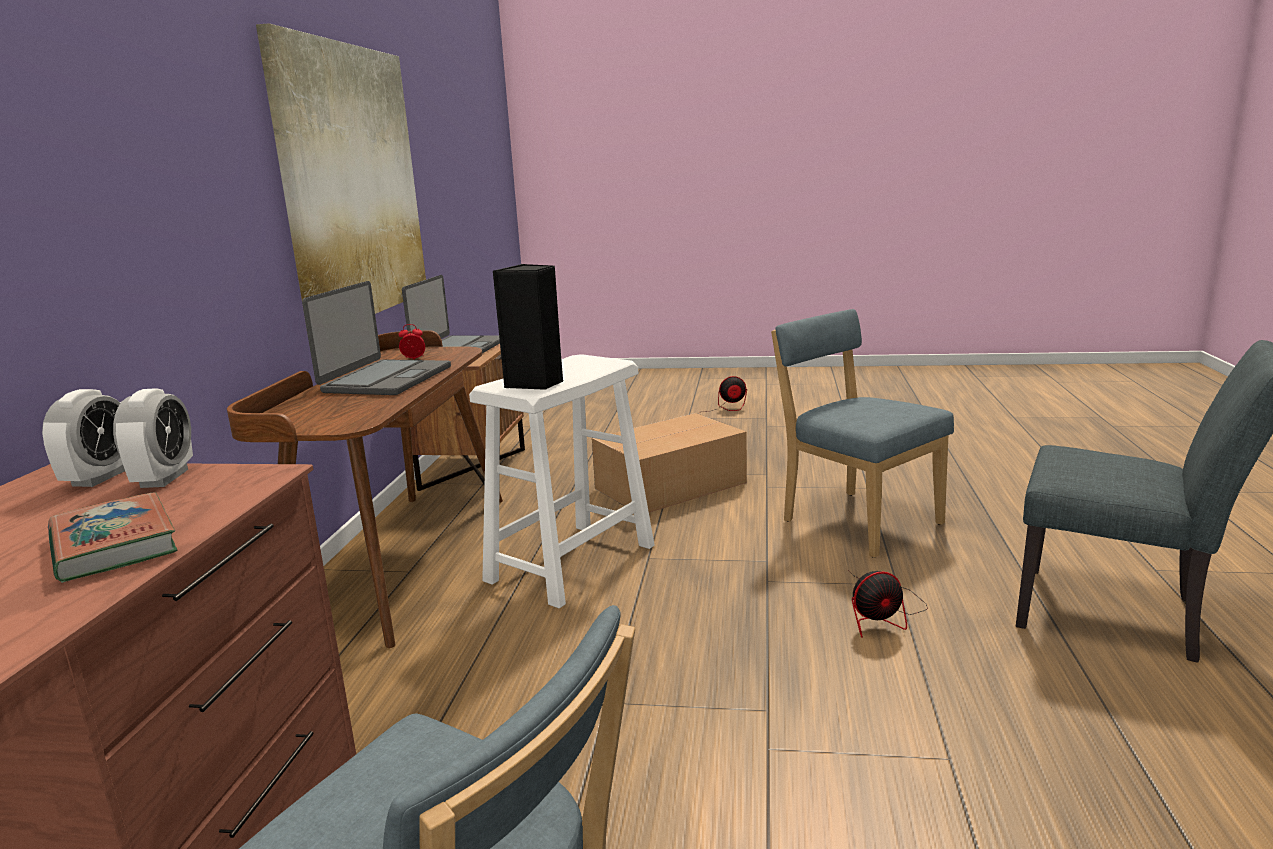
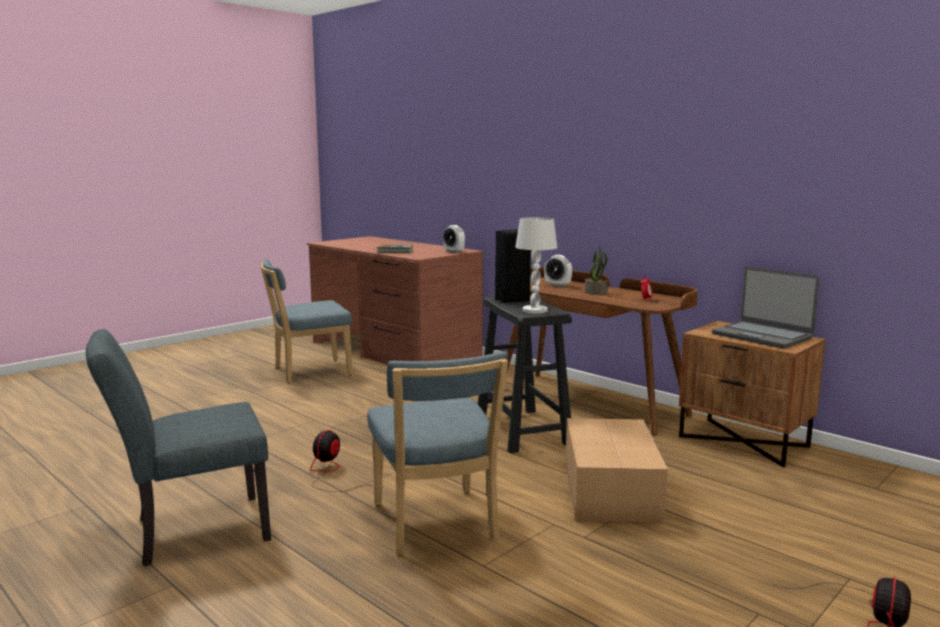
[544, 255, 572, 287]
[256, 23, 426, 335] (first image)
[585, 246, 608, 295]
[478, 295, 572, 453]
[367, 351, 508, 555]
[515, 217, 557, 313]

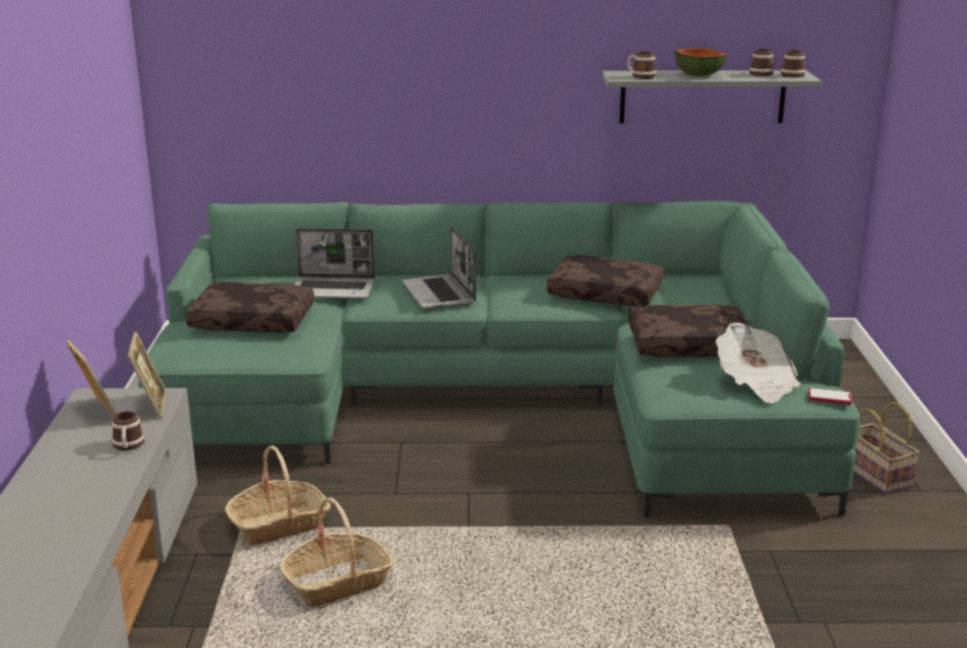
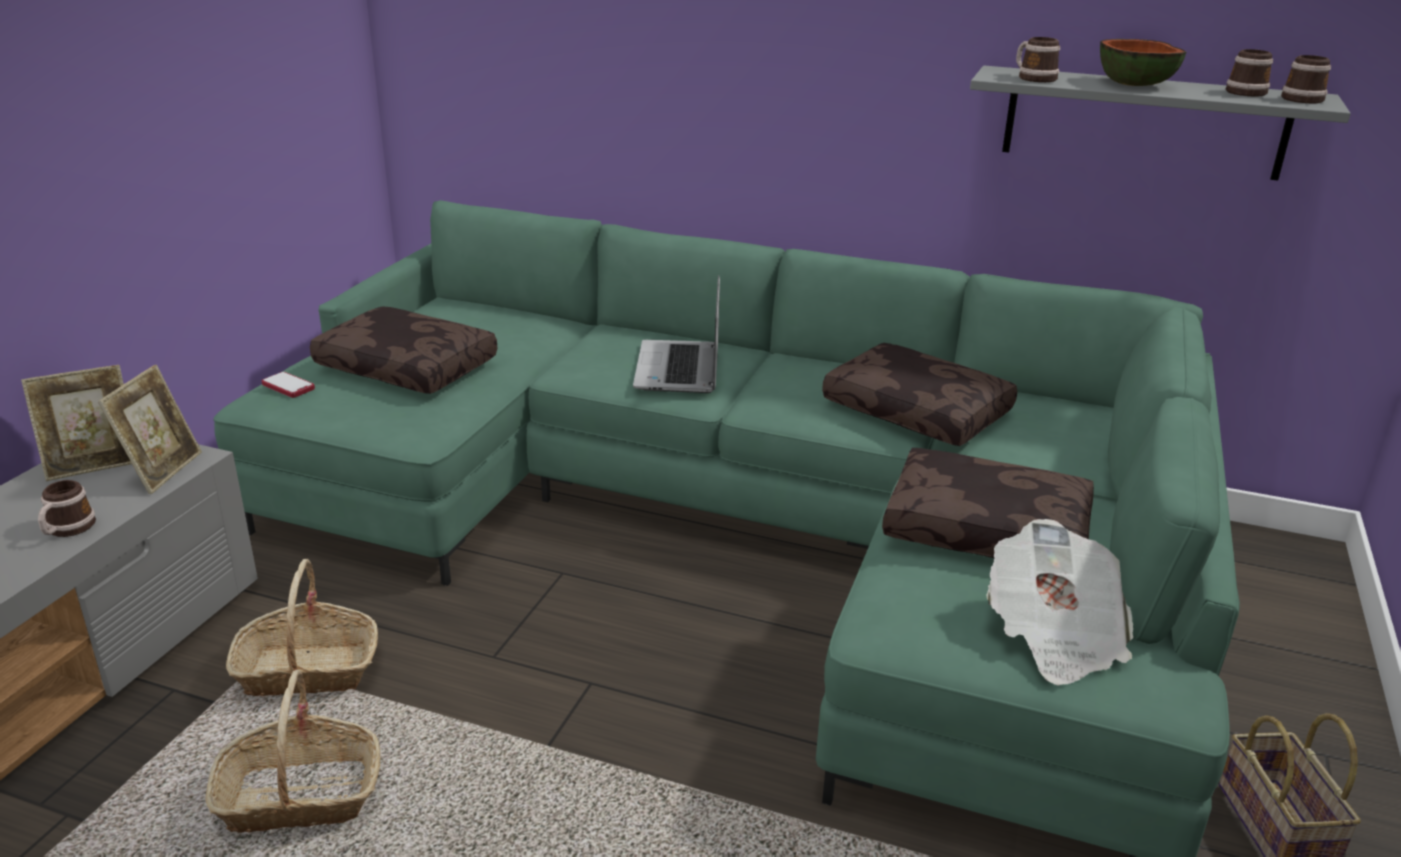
[21, 365, 132, 481]
[294, 228, 375, 299] (first image)
[262, 372, 315, 398]

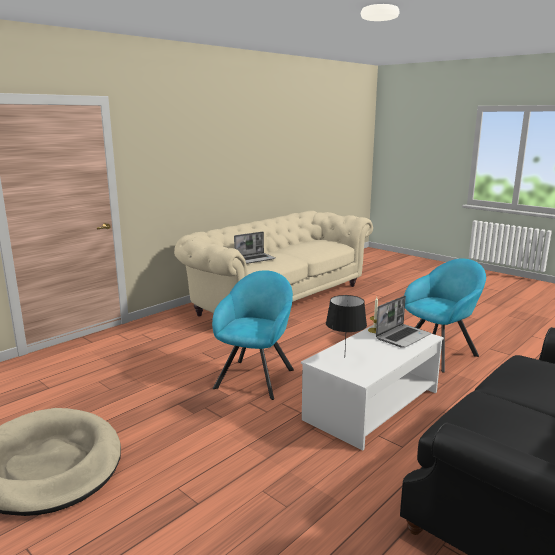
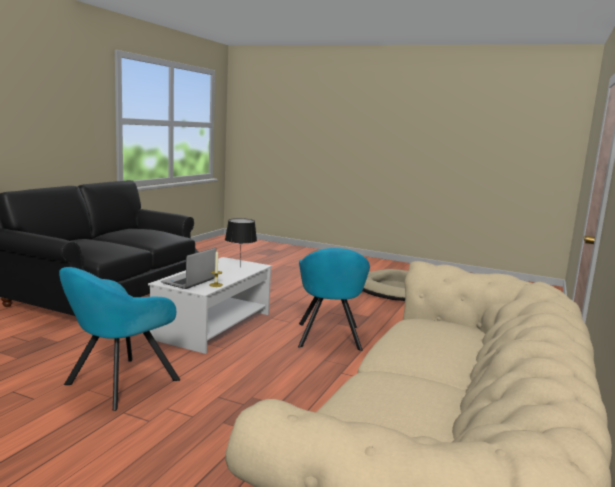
[234, 232, 275, 264] (first image)

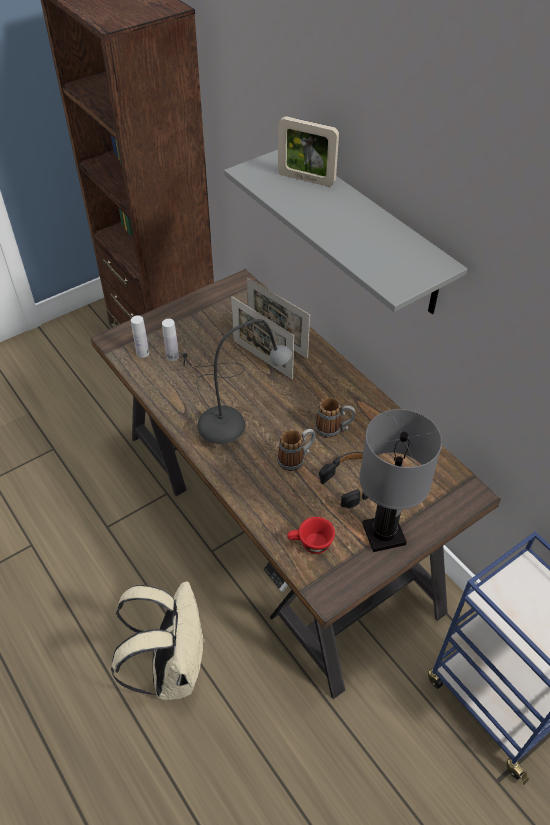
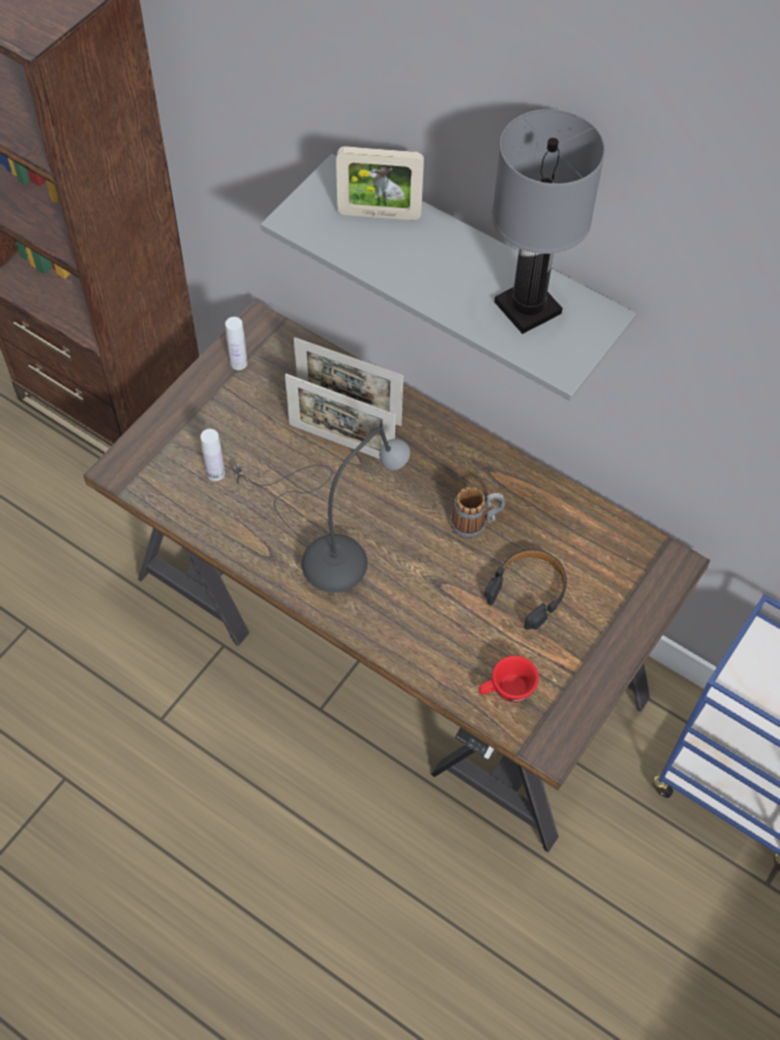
[111, 581, 204, 700] (first image)
[225, 317, 248, 370]
[277, 429, 316, 471] (first image)
[492, 109, 605, 334]

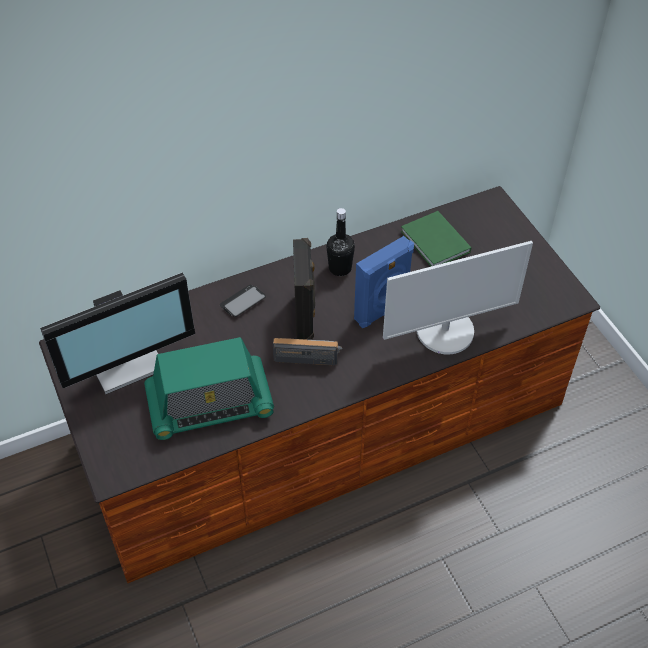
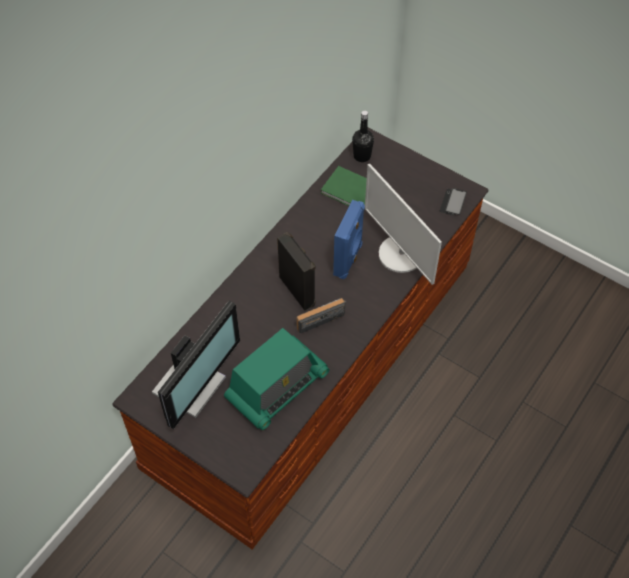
[440, 188, 467, 215]
[352, 111, 374, 162]
[365, 163, 442, 285]

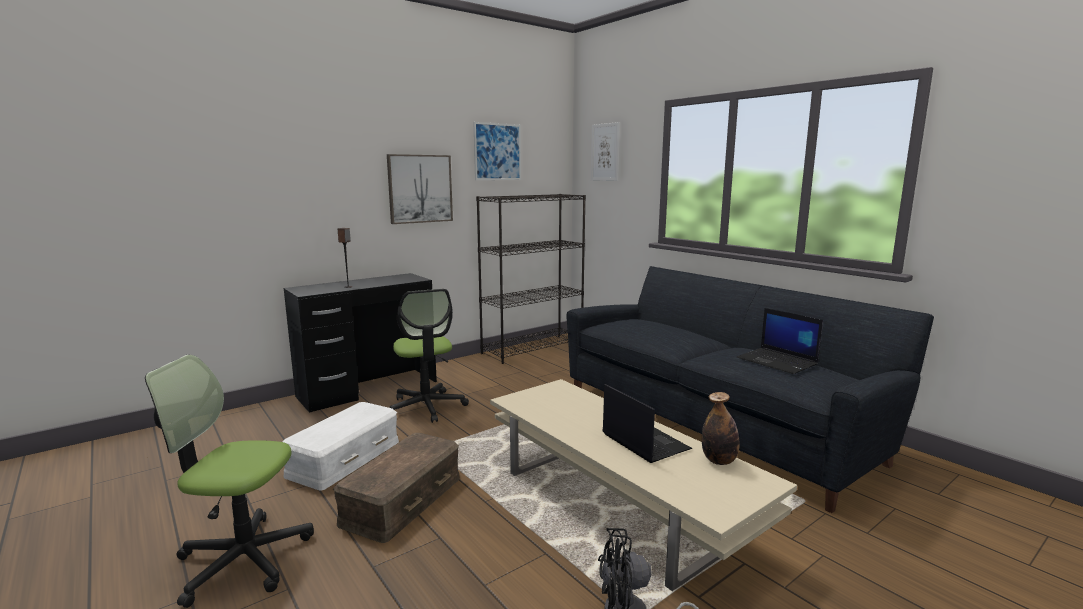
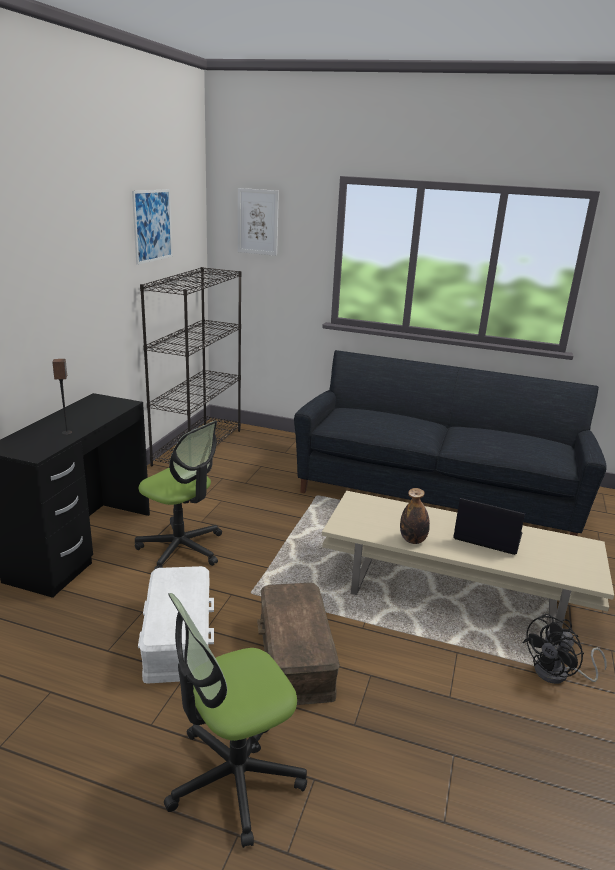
[387, 154, 453, 224] (first image)
[400, 488, 430, 544]
[737, 308, 823, 374] (first image)

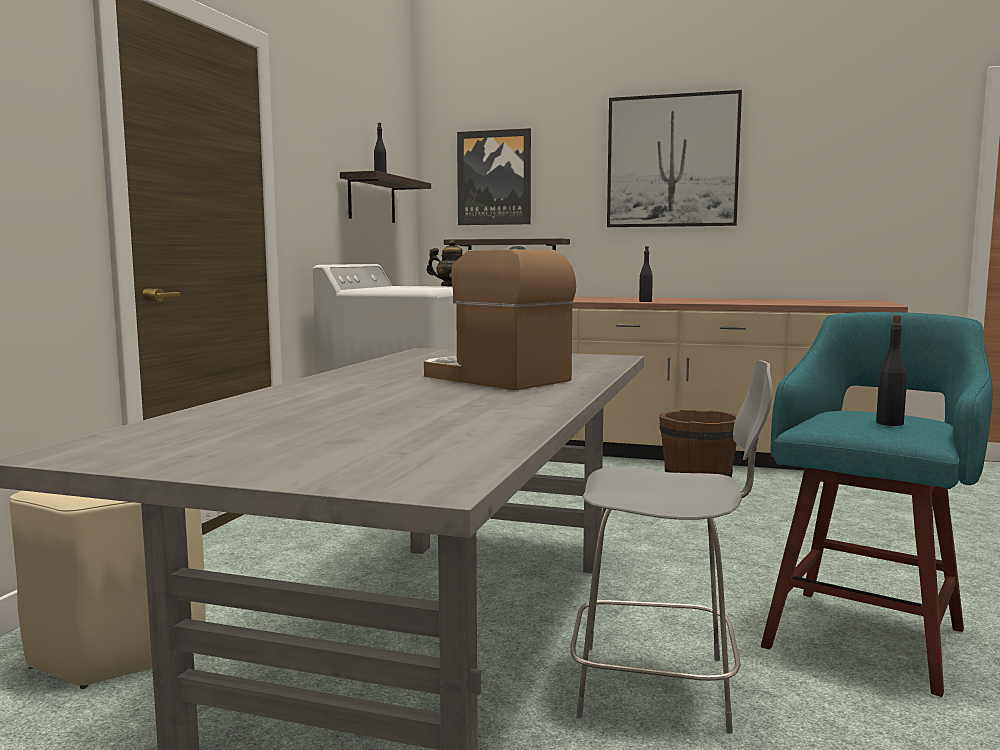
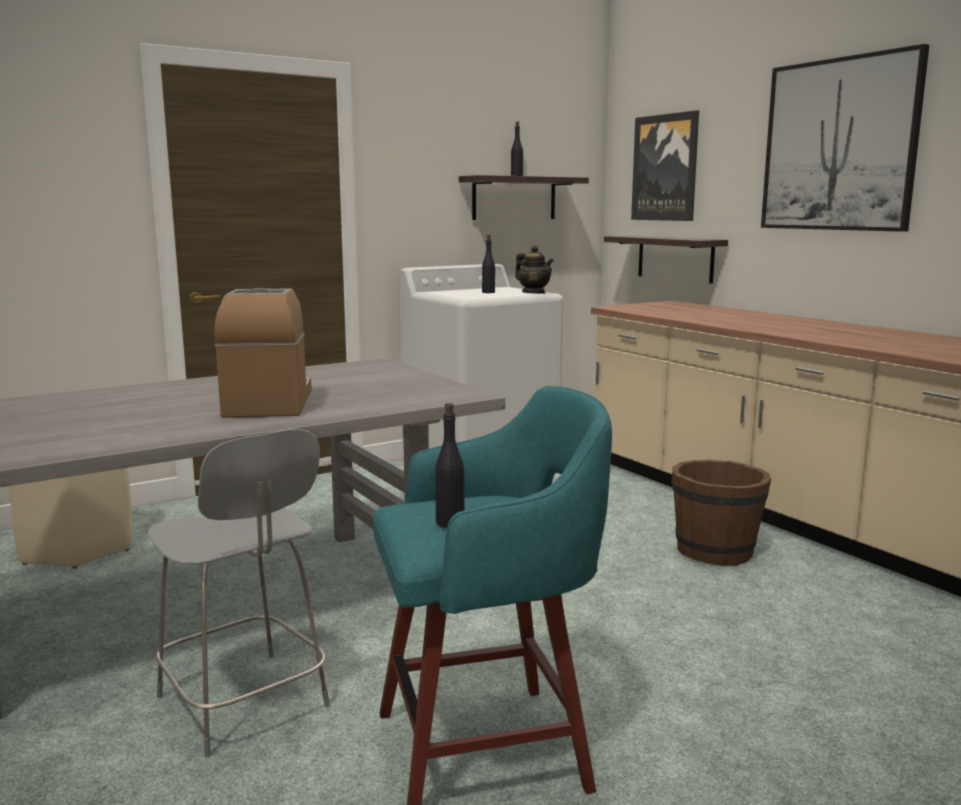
[482, 235, 495, 293]

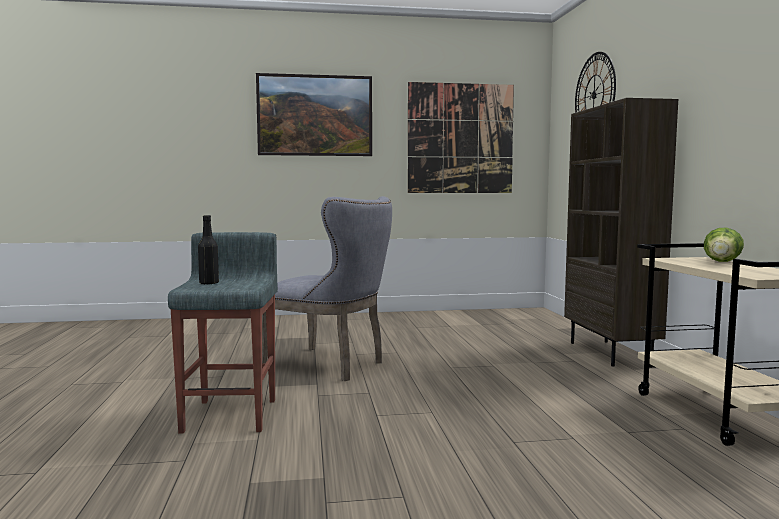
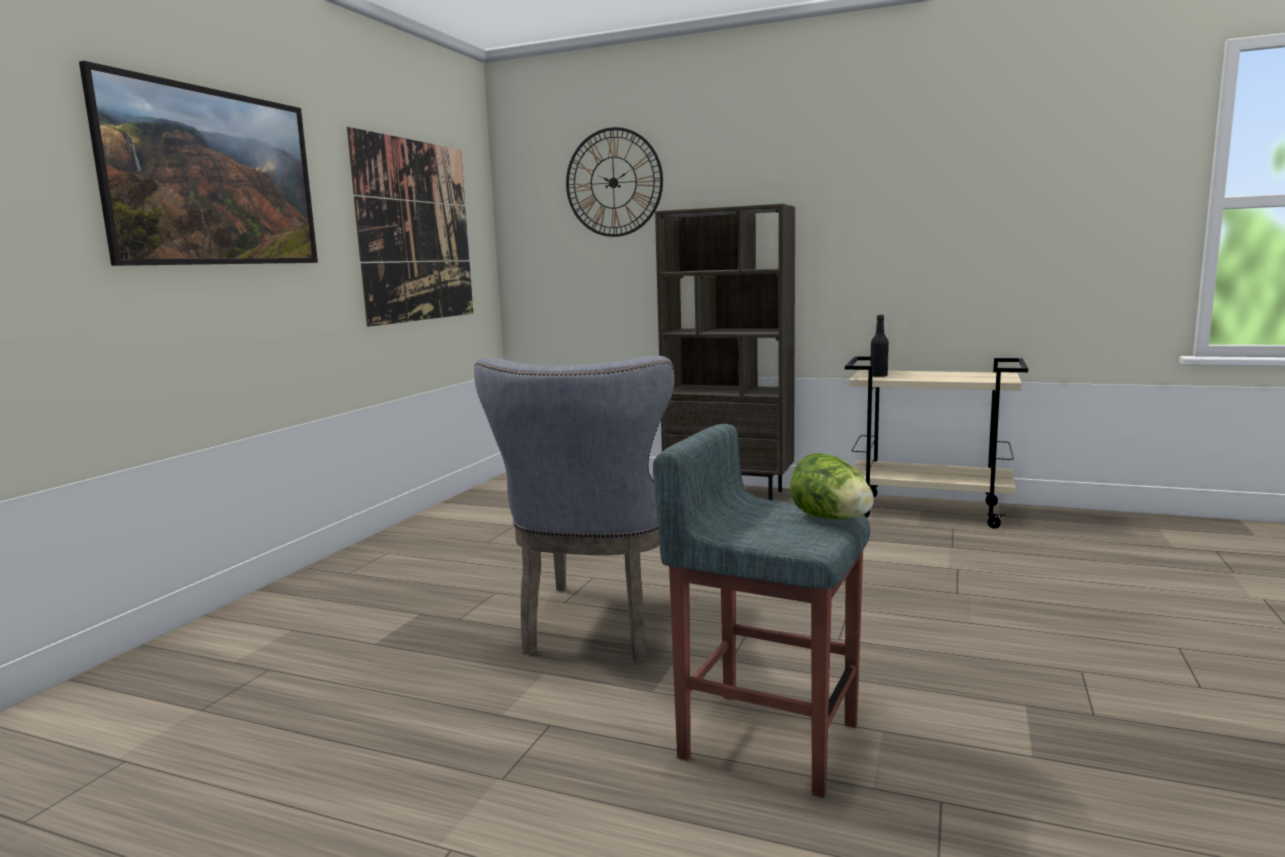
[870, 315, 889, 377]
[474, 356, 675, 663]
[790, 453, 874, 519]

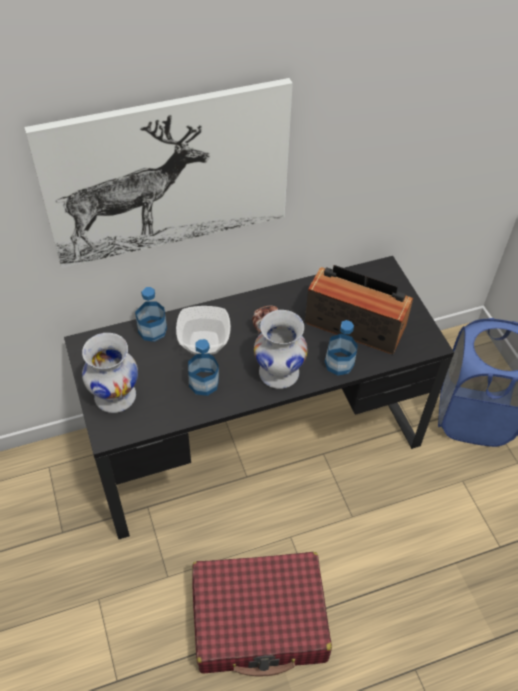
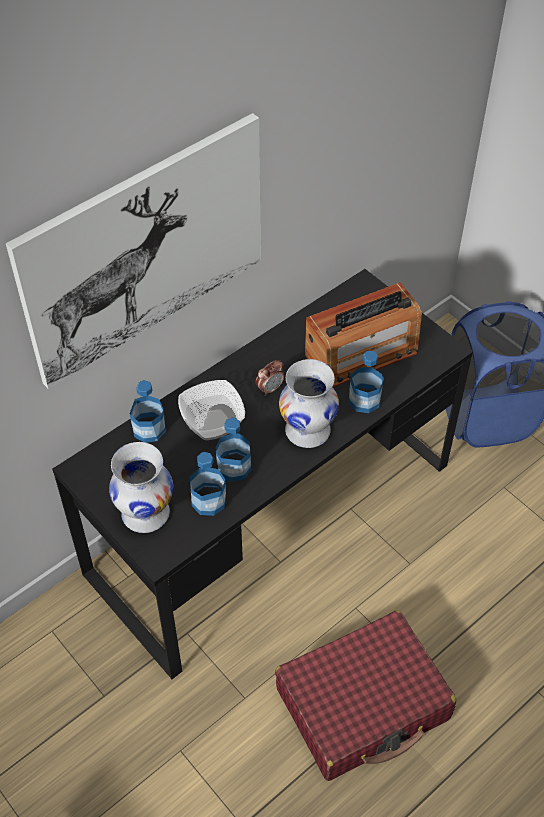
[305, 282, 422, 387]
[190, 452, 226, 516]

